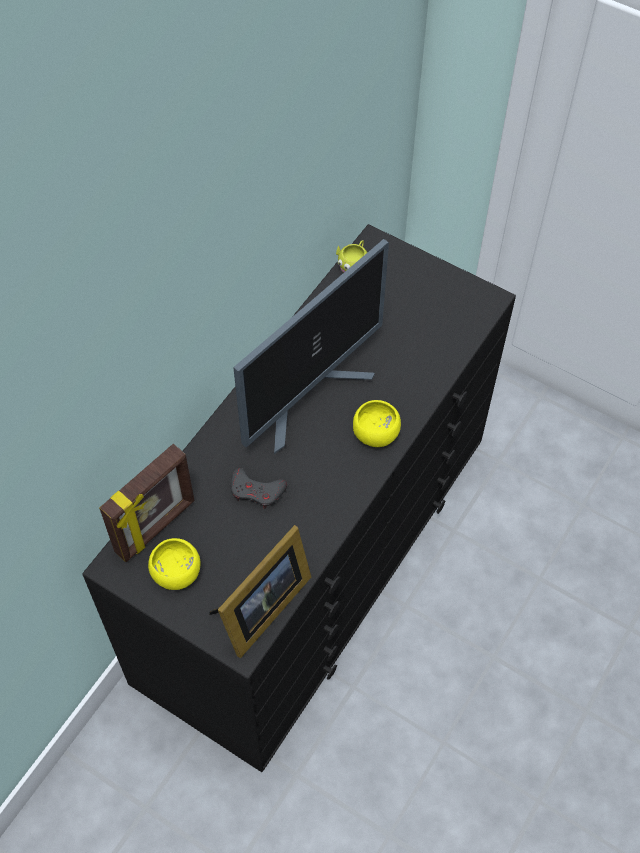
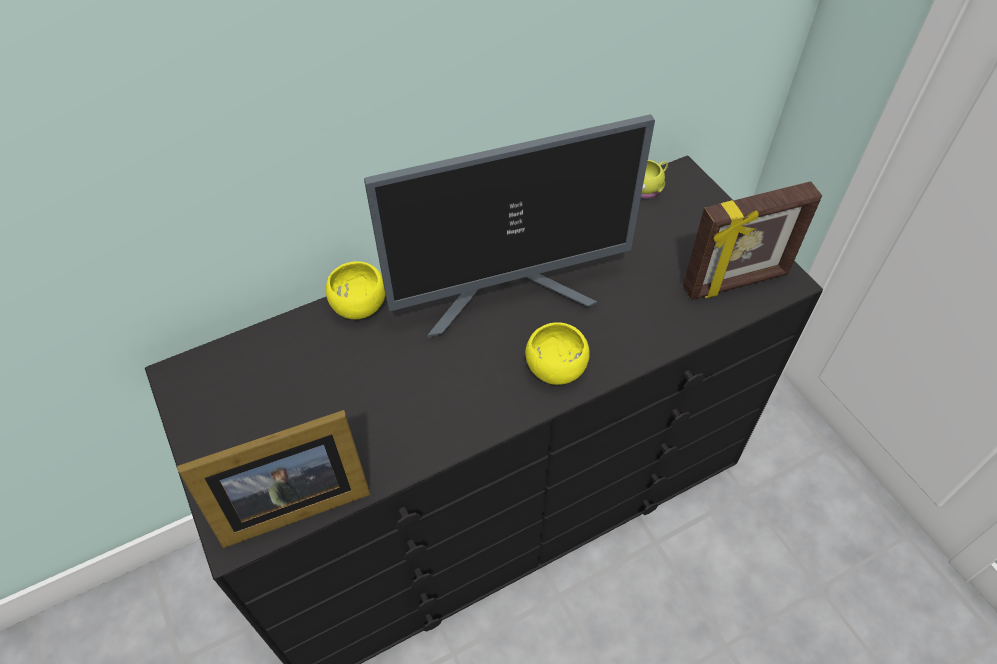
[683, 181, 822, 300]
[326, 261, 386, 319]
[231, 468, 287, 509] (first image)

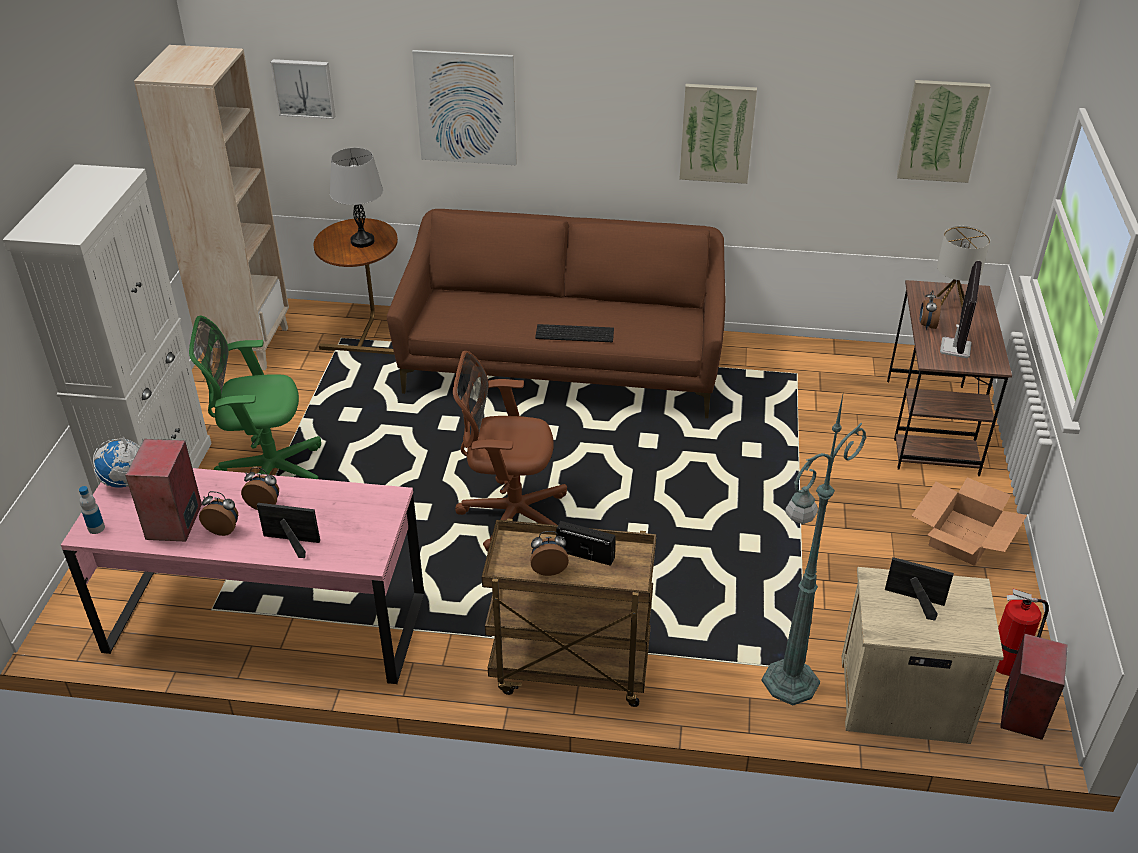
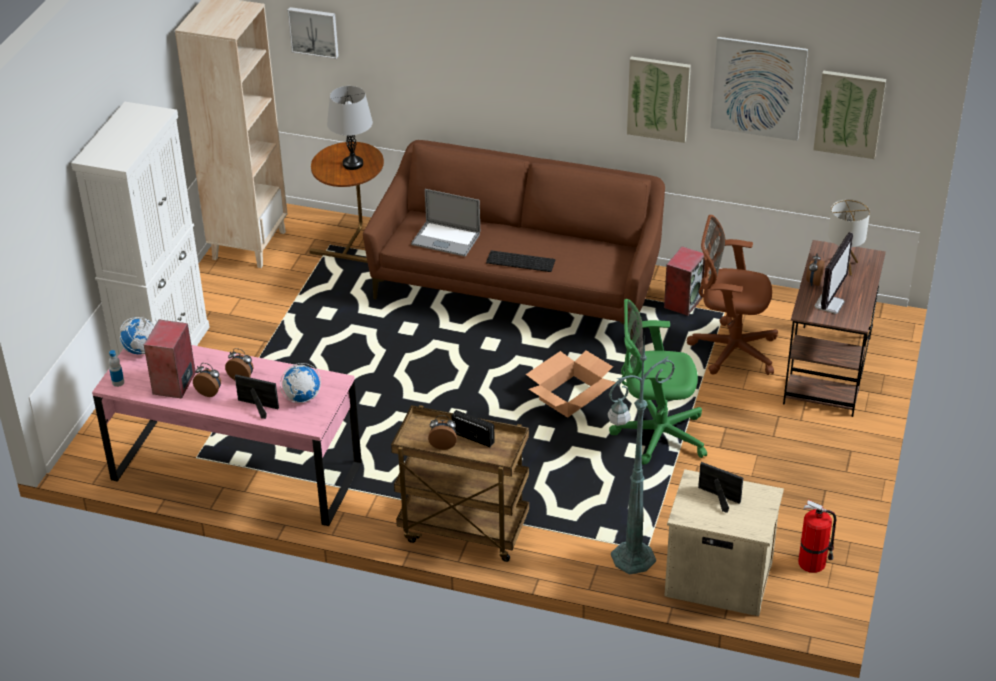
[609, 299, 707, 465]
[710, 37, 808, 141]
[687, 215, 778, 375]
[526, 351, 616, 418]
[664, 246, 705, 316]
[280, 363, 321, 403]
[411, 189, 480, 256]

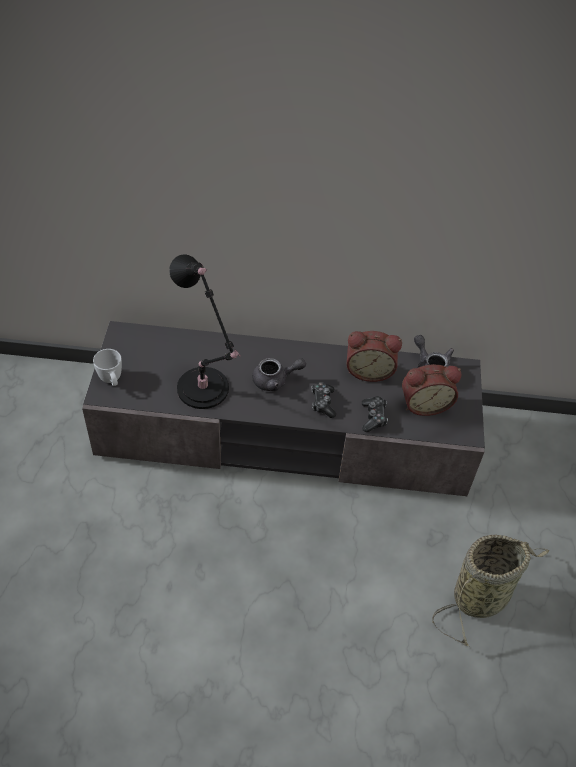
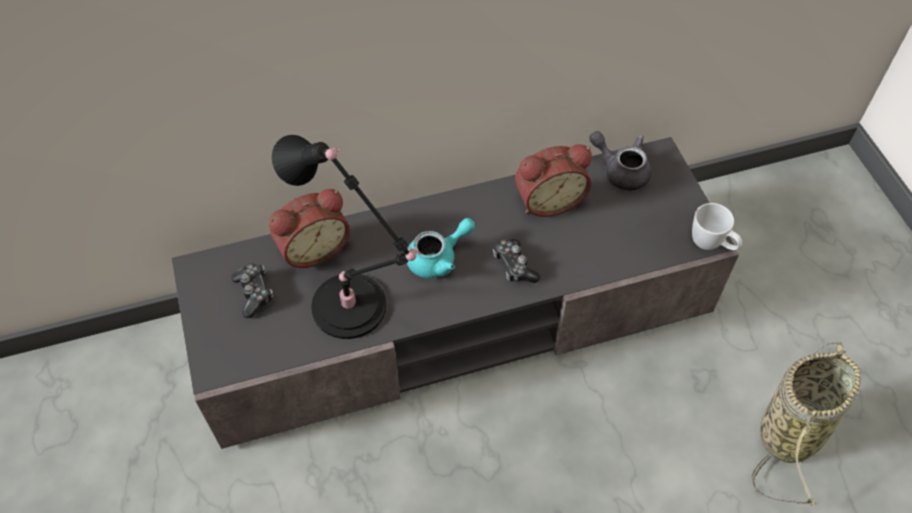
[692, 203, 742, 250]
[407, 218, 475, 278]
[231, 263, 273, 318]
[269, 189, 350, 268]

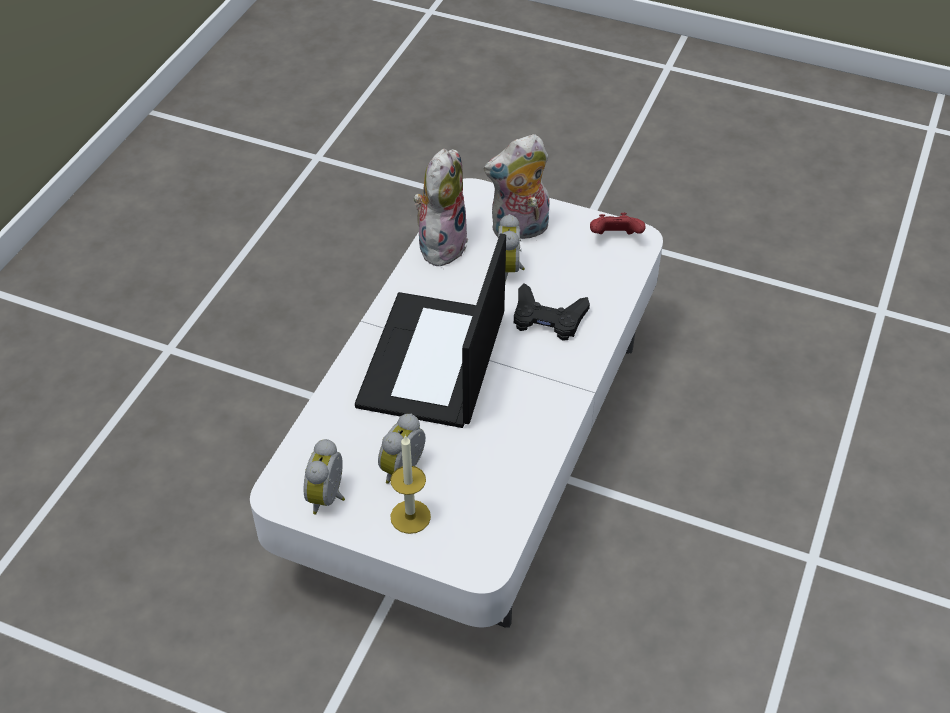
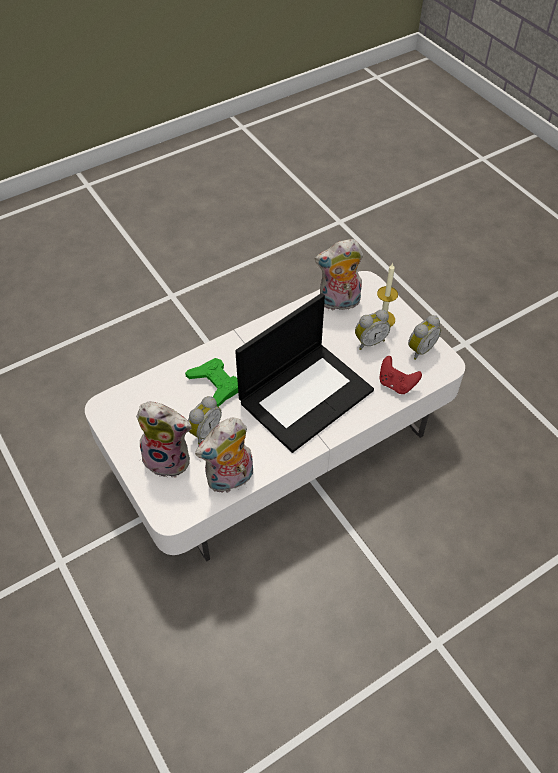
[185, 358, 238, 407]
[379, 356, 422, 394]
[315, 239, 363, 310]

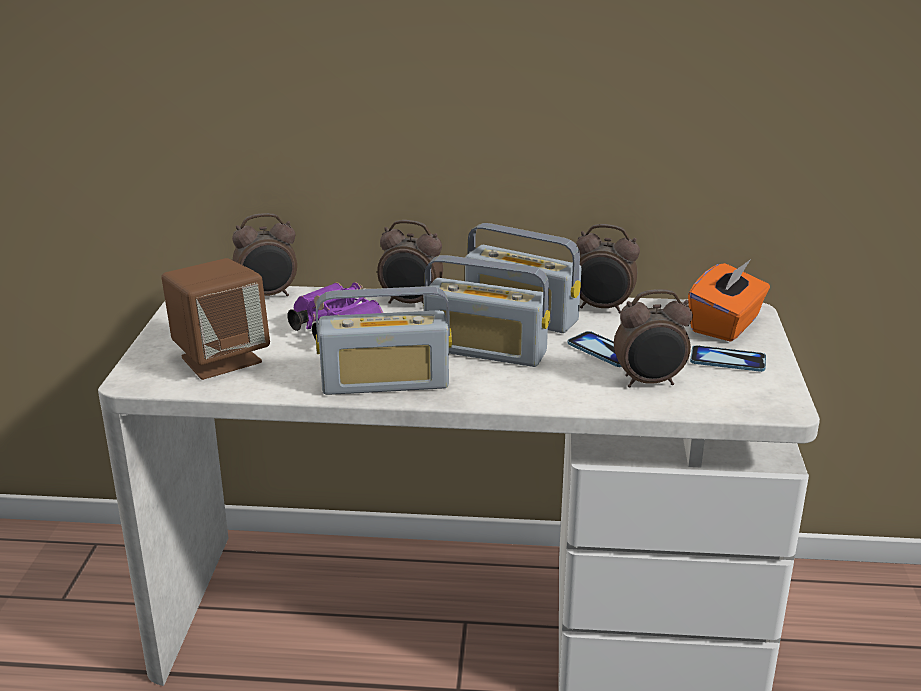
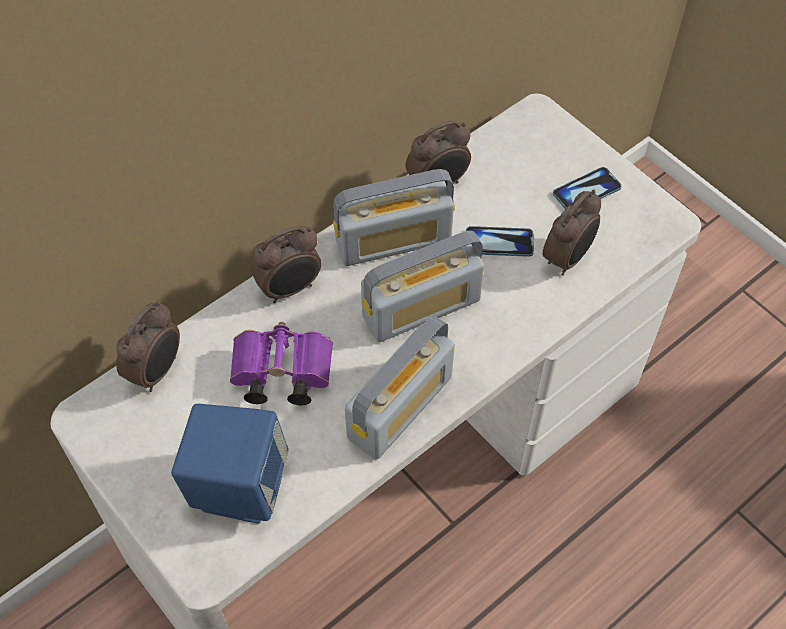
[171, 404, 289, 524]
[688, 259, 770, 342] (first image)

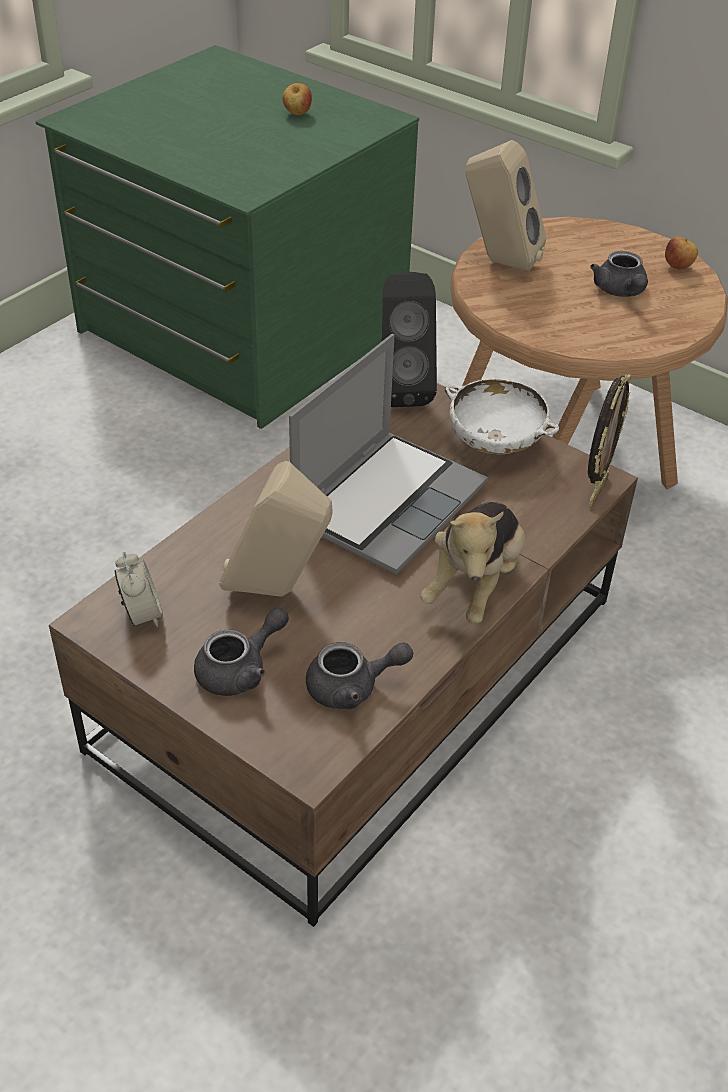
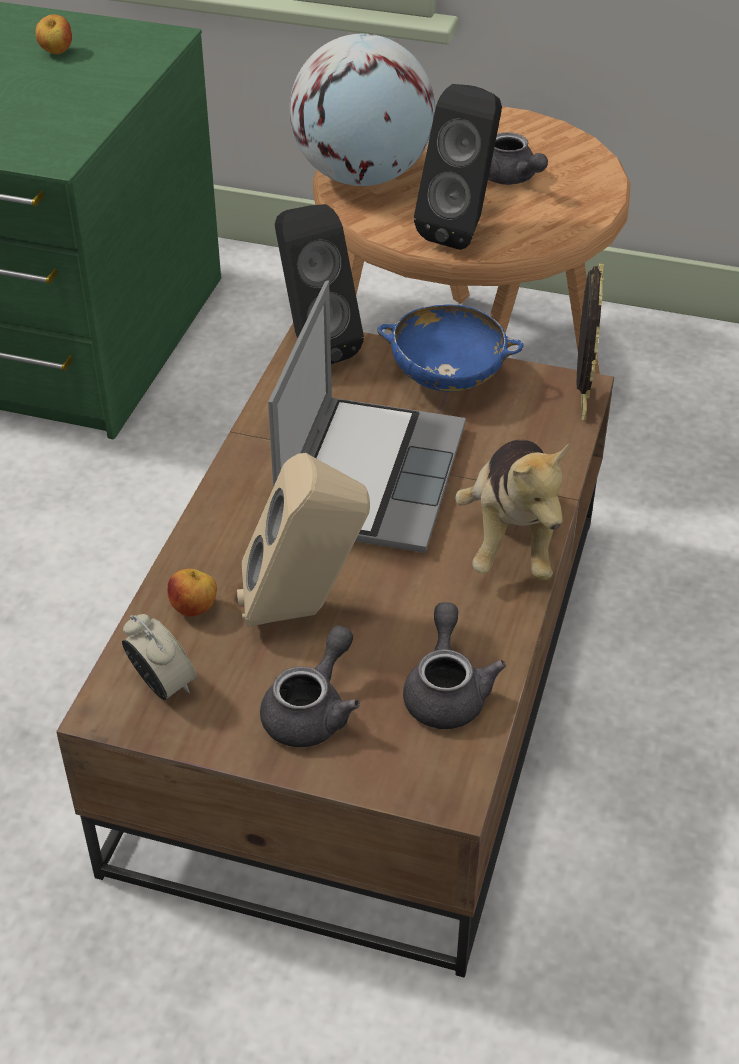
[403, 602, 506, 729]
[377, 304, 524, 392]
[289, 34, 435, 186]
[167, 568, 217, 617]
[414, 84, 502, 250]

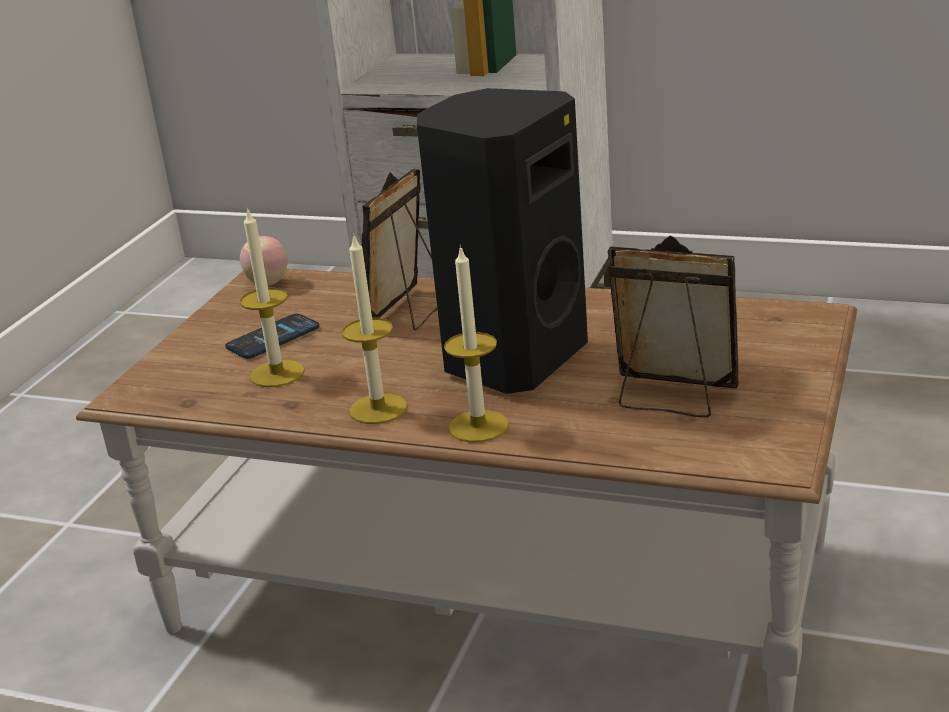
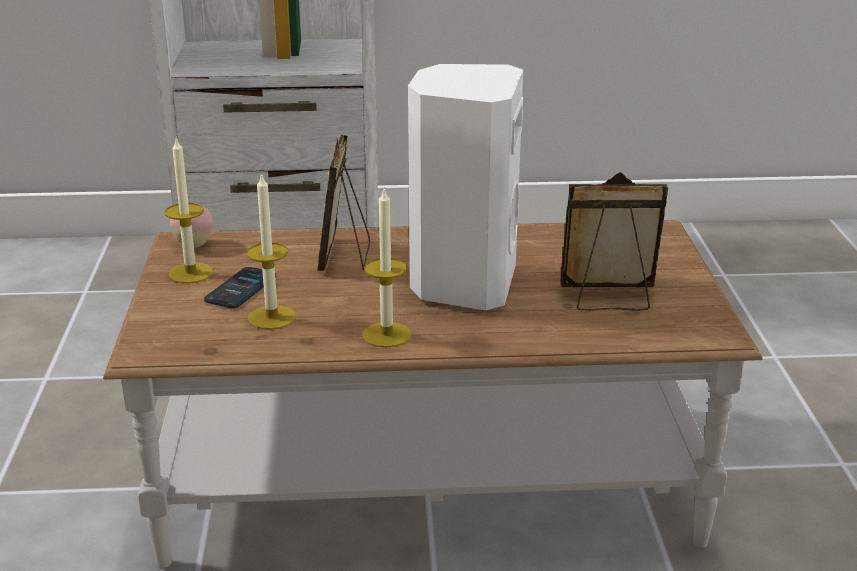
[408, 64, 523, 310]
[164, 136, 213, 283]

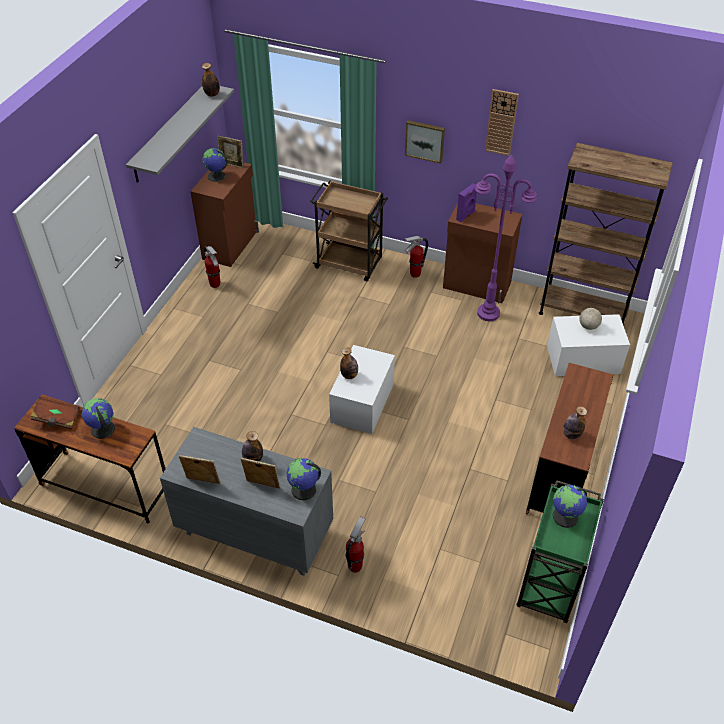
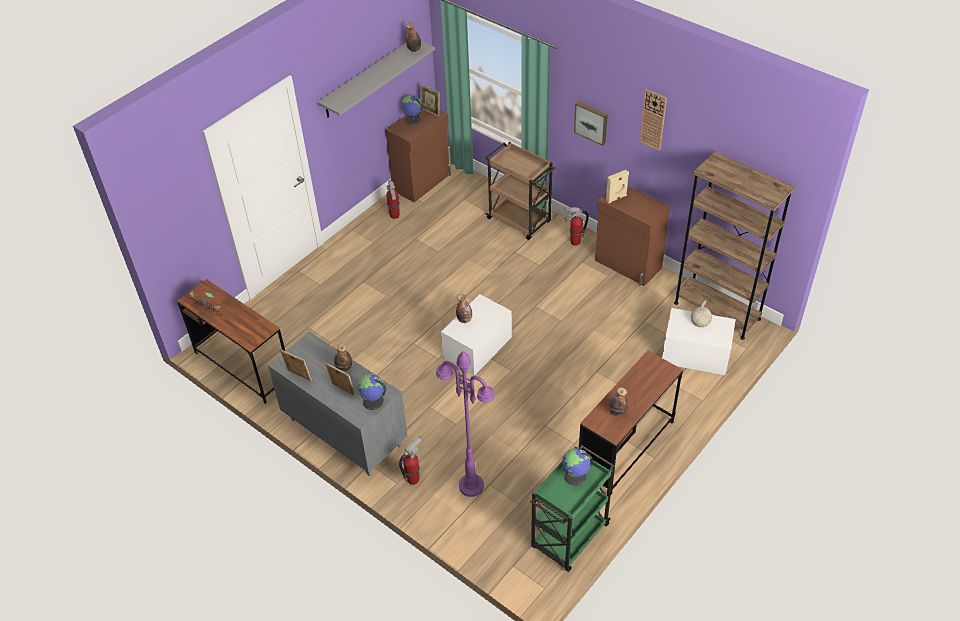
[82, 398, 115, 439] (first image)
[606, 170, 629, 203]
[436, 351, 495, 497]

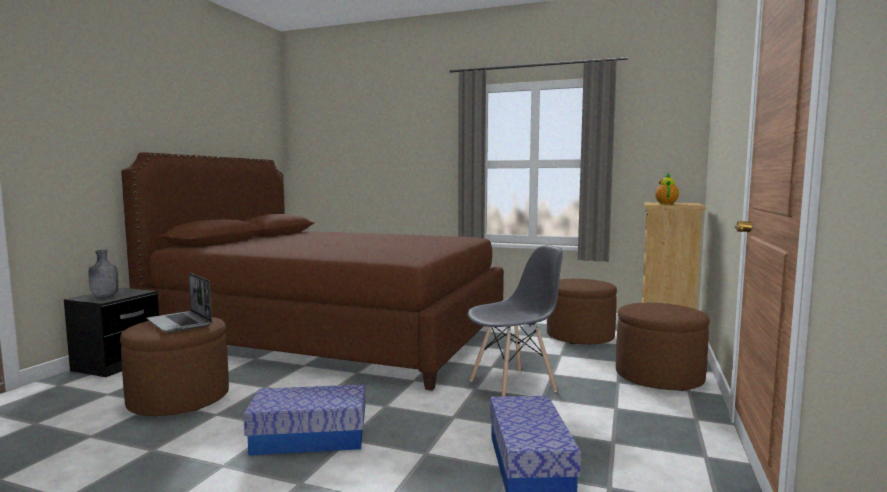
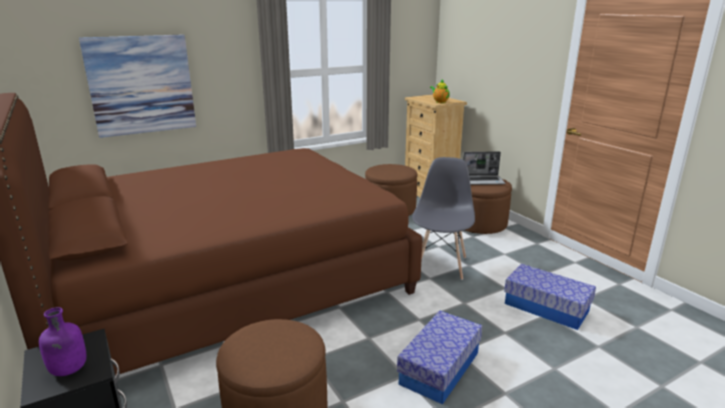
[39, 307, 86, 376]
[463, 152, 506, 185]
[79, 35, 196, 138]

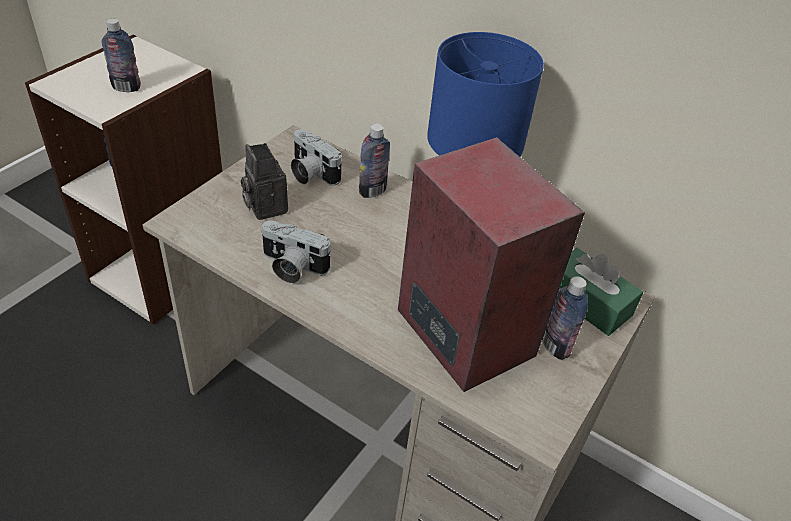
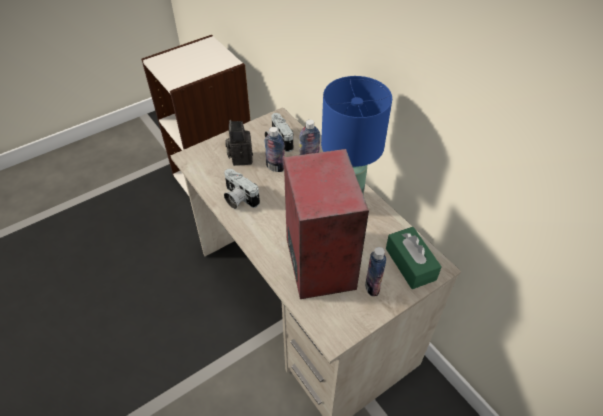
[264, 127, 285, 172]

